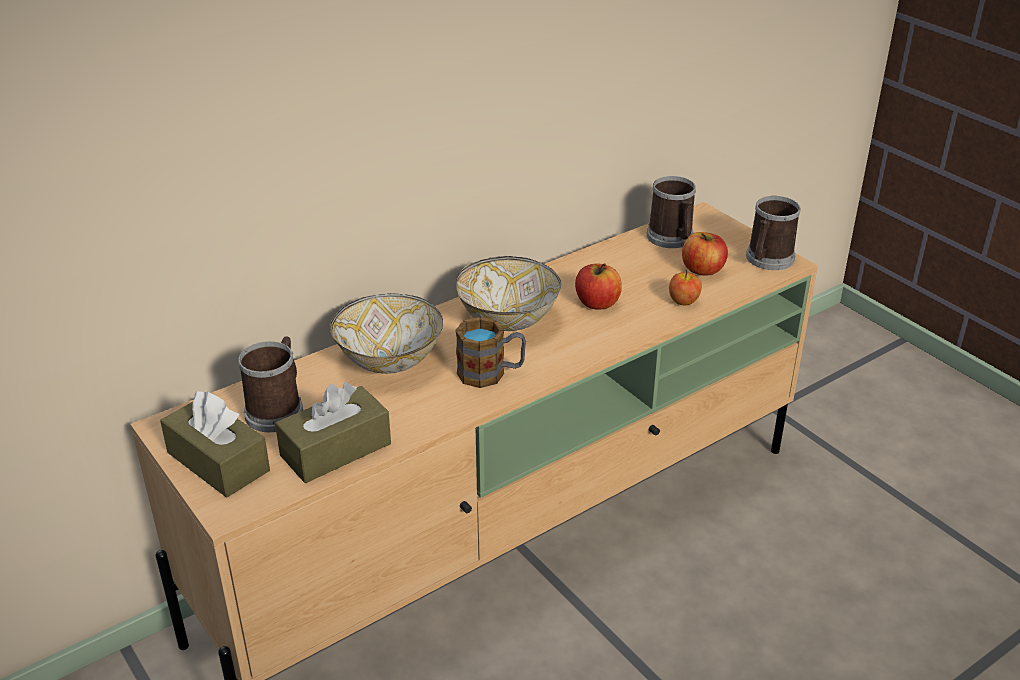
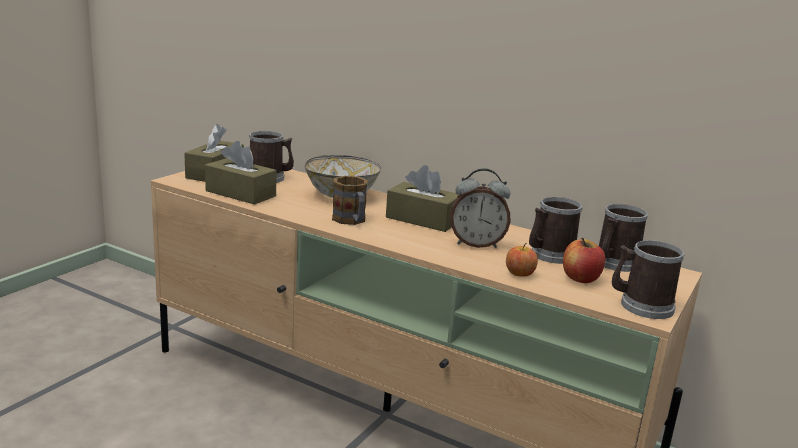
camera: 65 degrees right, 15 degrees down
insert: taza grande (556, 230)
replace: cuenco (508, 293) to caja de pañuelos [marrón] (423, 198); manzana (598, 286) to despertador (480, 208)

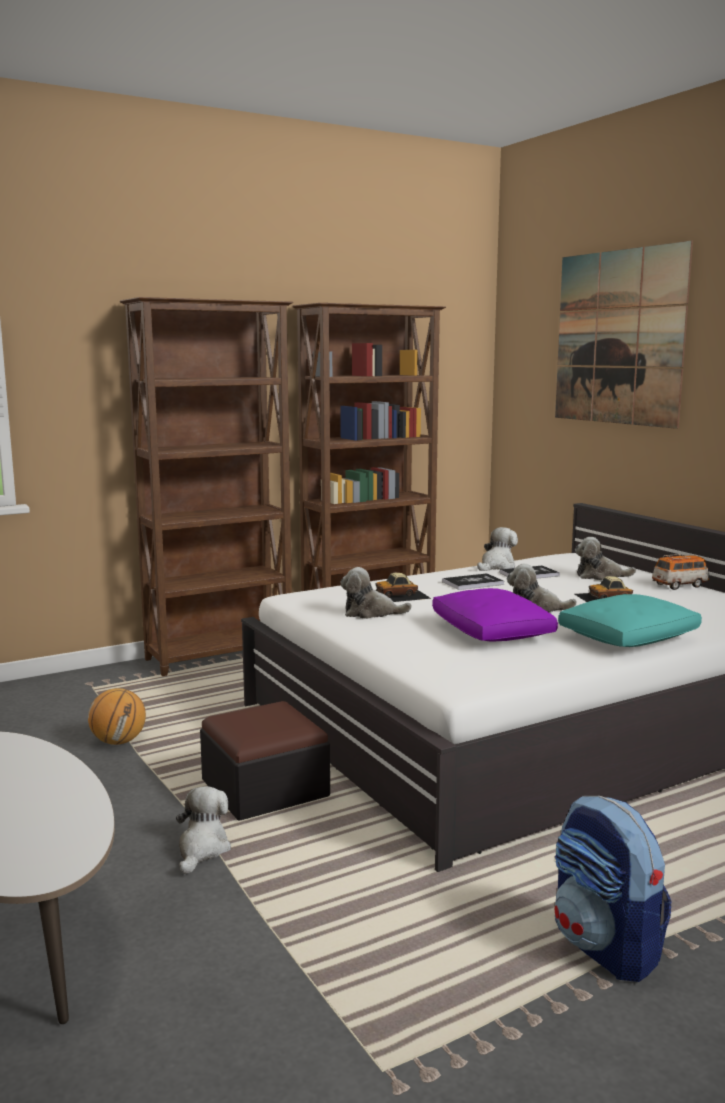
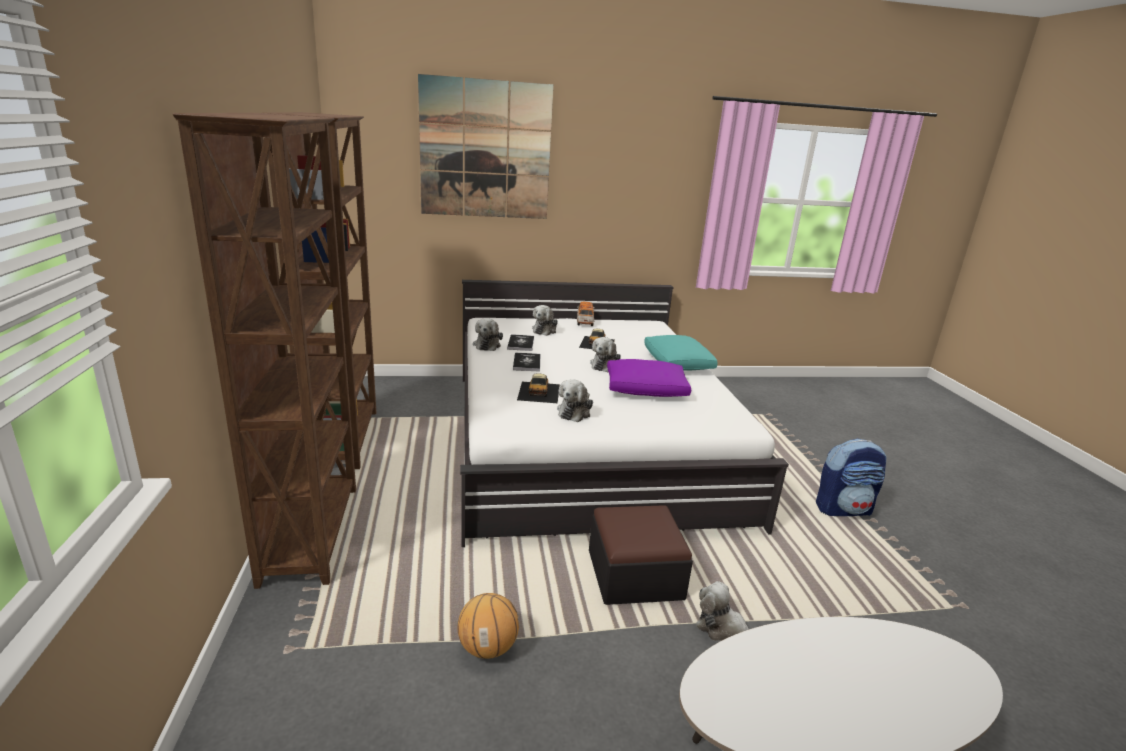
camera: 70 degrees left, 10 degrees up
rotate: peluche (497, 549) = (488, 334) 150 degrees counterclockwise

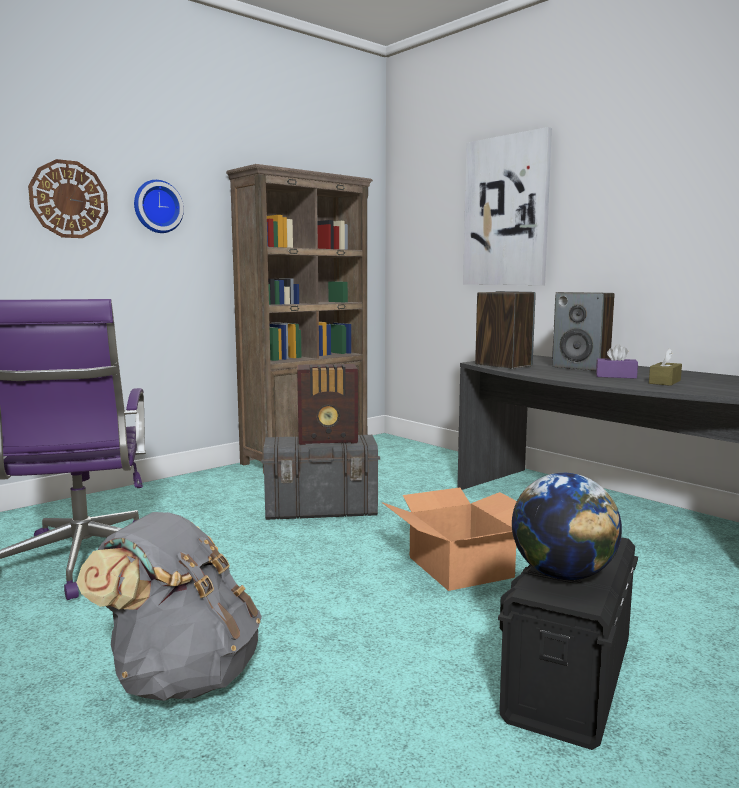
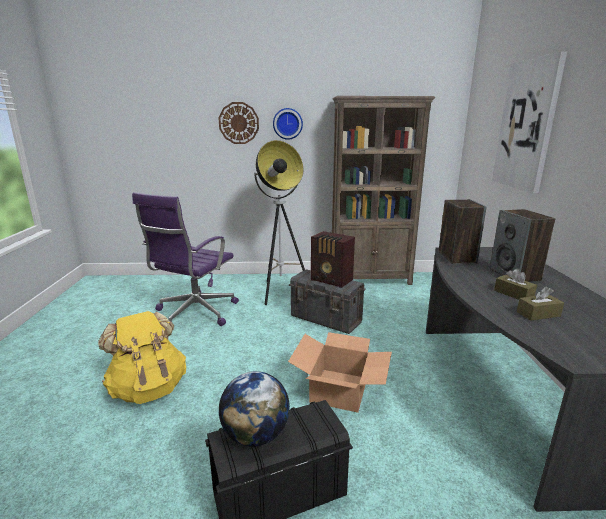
camera: 40 degrees right, 10 degrees up
insert: lámpara de pie (279, 222)
recolor: caja de pañuelos [morado] (617, 361) to caja de pañuelos [marrón] (515, 284); mochila [gris] (169, 606) to mochila [amarillo] (142, 357)

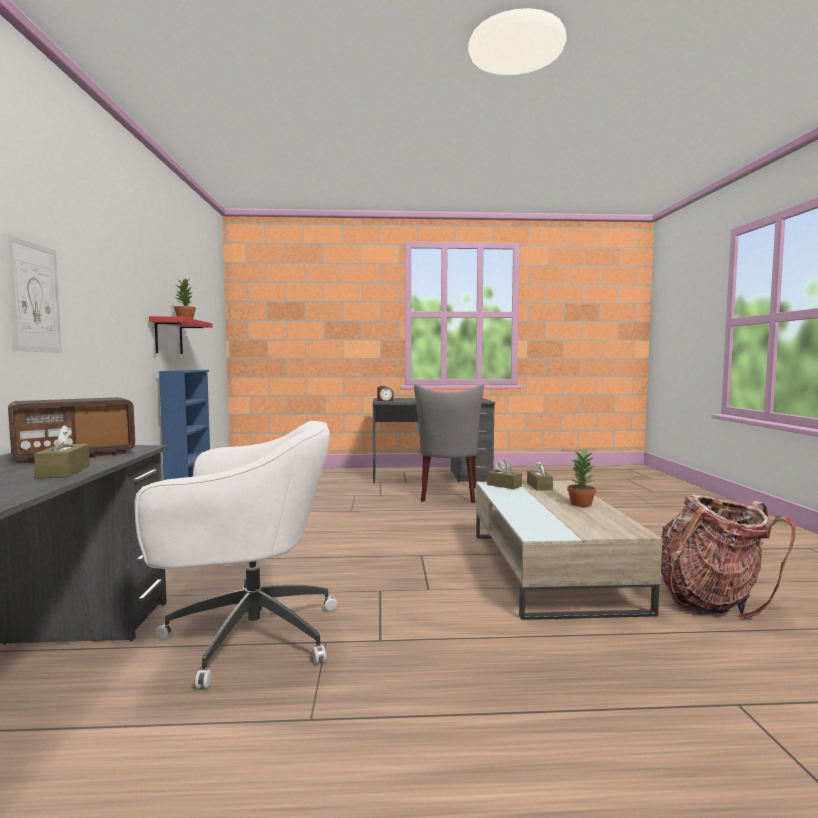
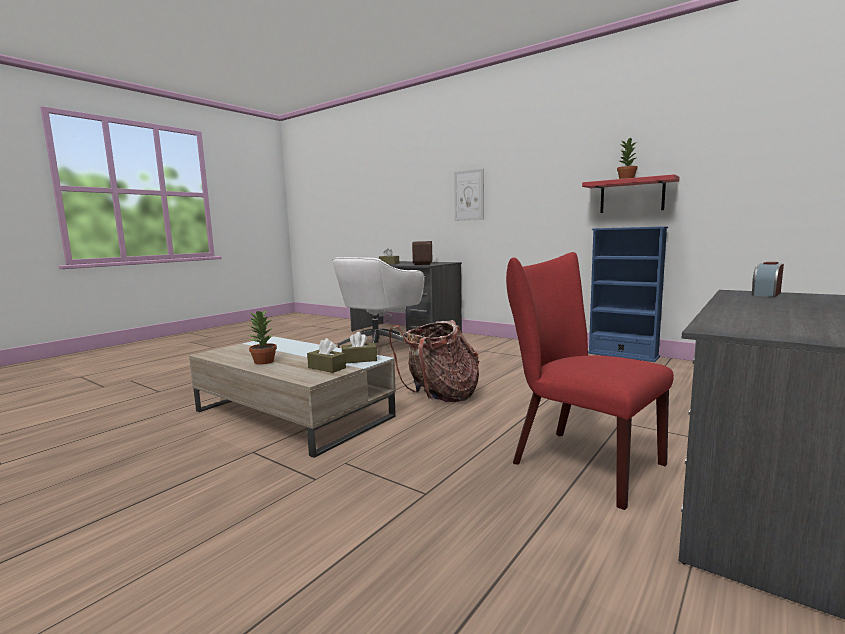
camera: 130 degrees right, 5 degrees up
move: mochila (728, 556) to (434, 361)
recolor: silla [gris] (449, 443) to silla [rojo] (590, 381)

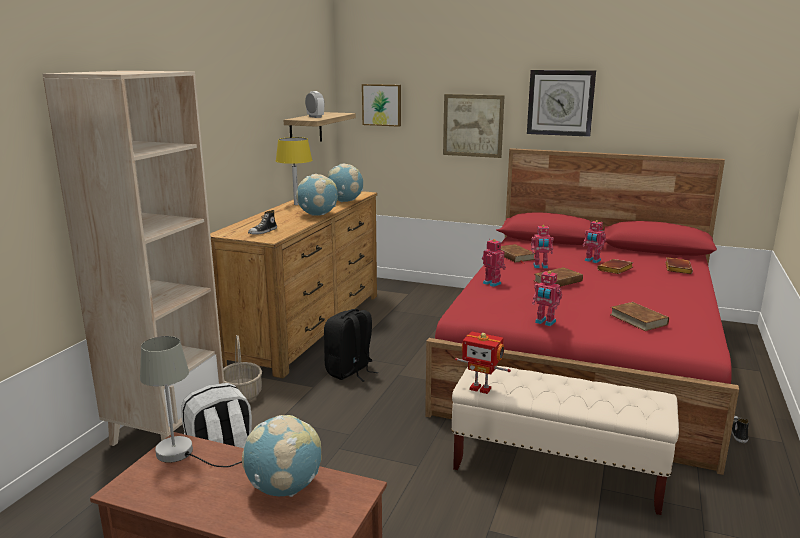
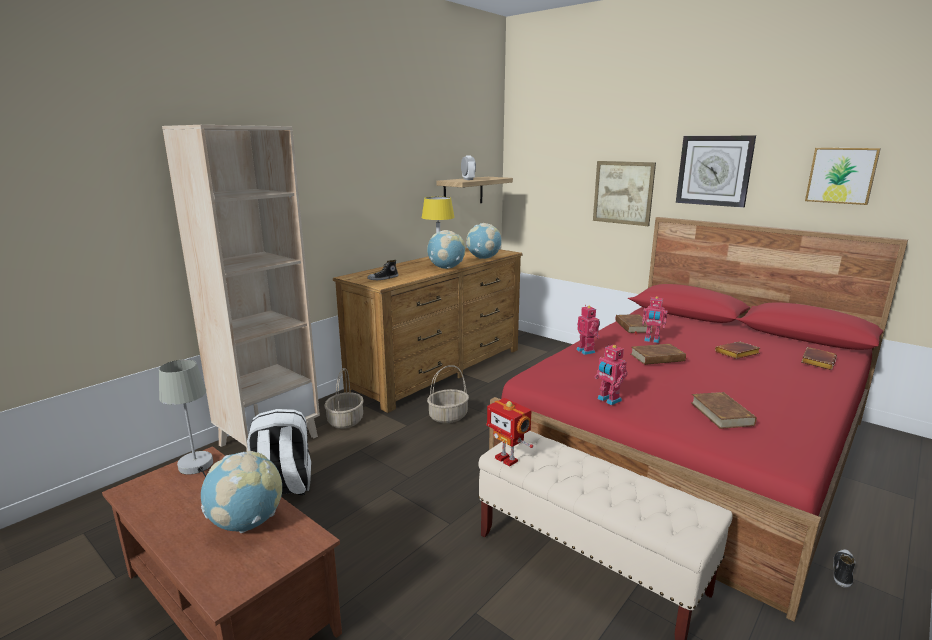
camera: 20 degrees right, 0 degrees up
delete: robot de juguete (594, 241)
move: cuadro (381, 105) to (843, 176)
replace: mochila [negro] (351, 345) to cesta (448, 394)

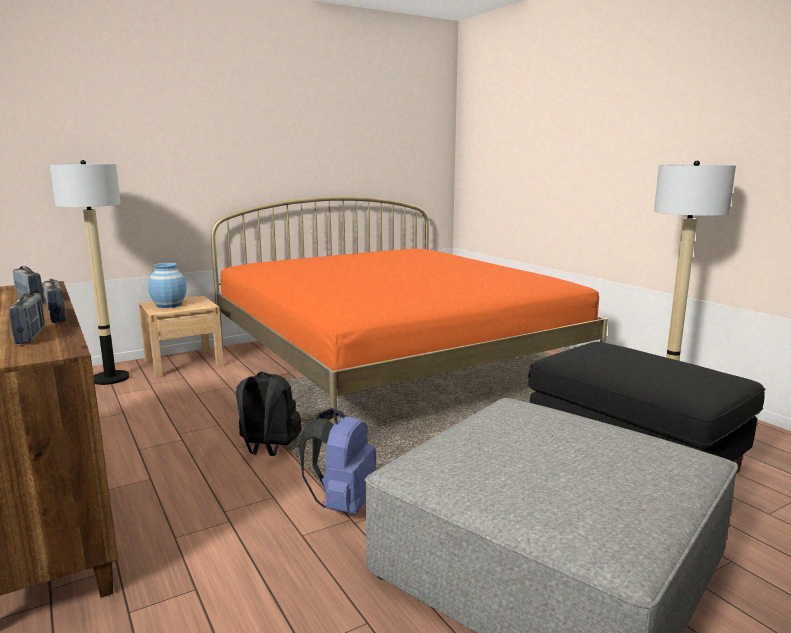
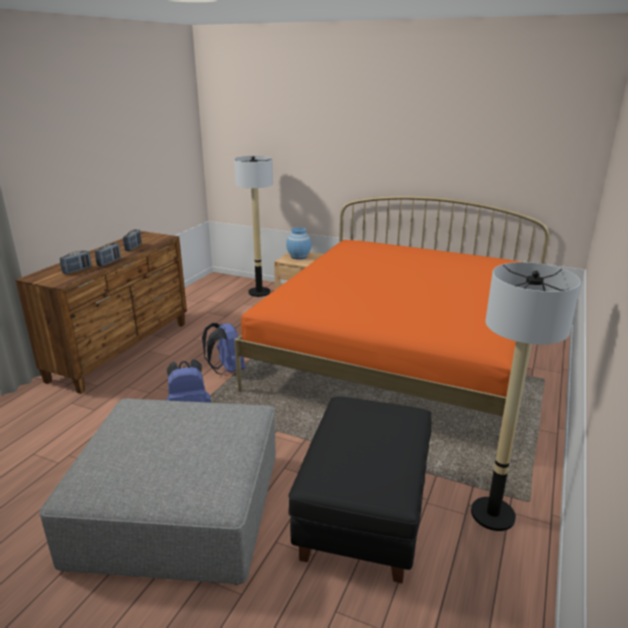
camera: 55 degrees right, 10 degrees up
recolor: mochila [negro] (269, 414) to mochila [azul] (223, 349)

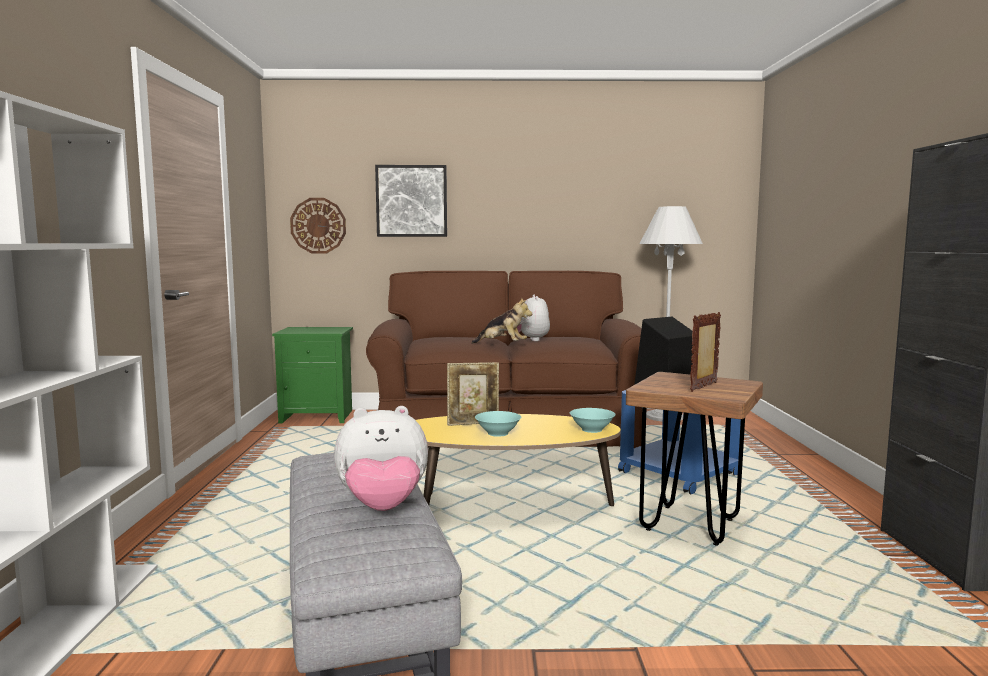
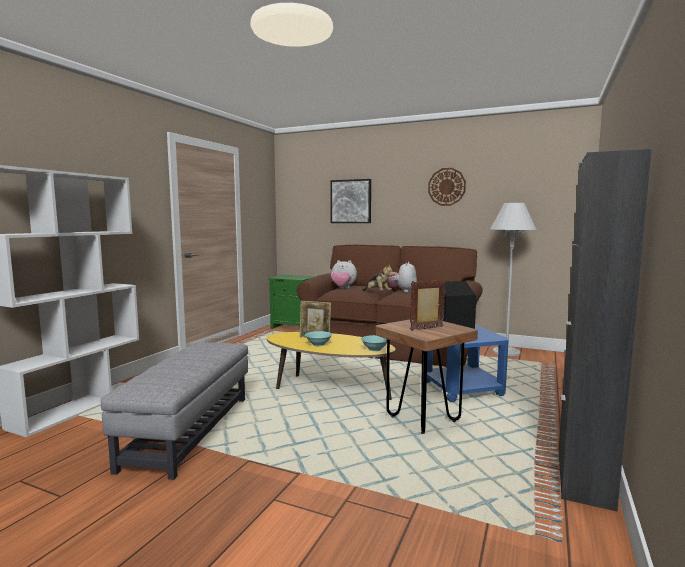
camera: 25 degrees right, 0 degrees up
move: reloj de pared (318, 226) to (447, 187); peluche (381, 458) to (344, 274)

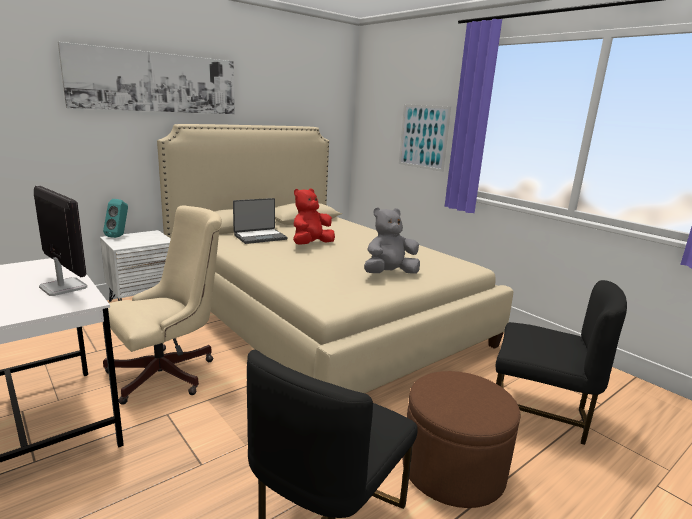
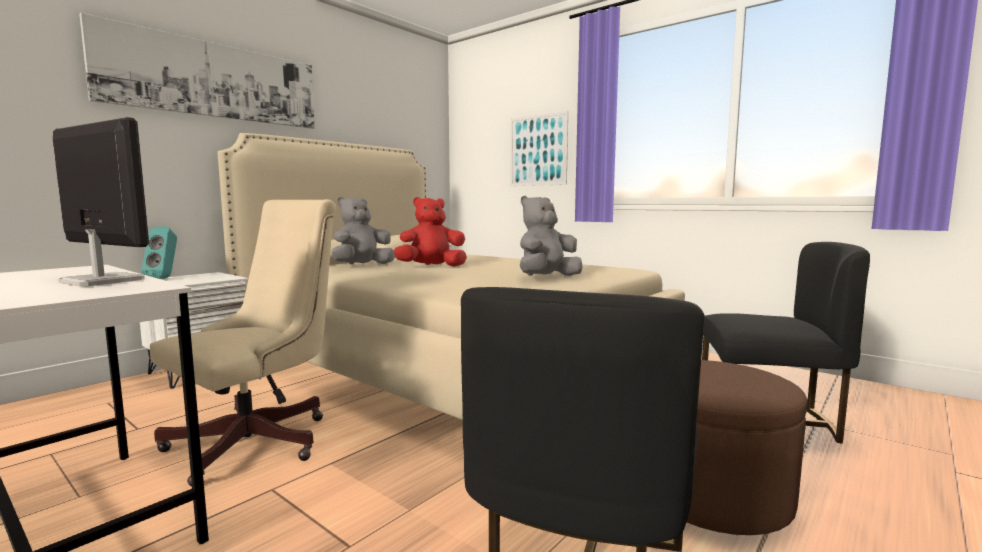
camera: 10 degrees left, 10 degrees down
replace: portátil (260, 221) to peluche [gris] (363, 230)
rotate: peluche [rojo] (314, 217) = (430, 232) 45 degrees clockwise

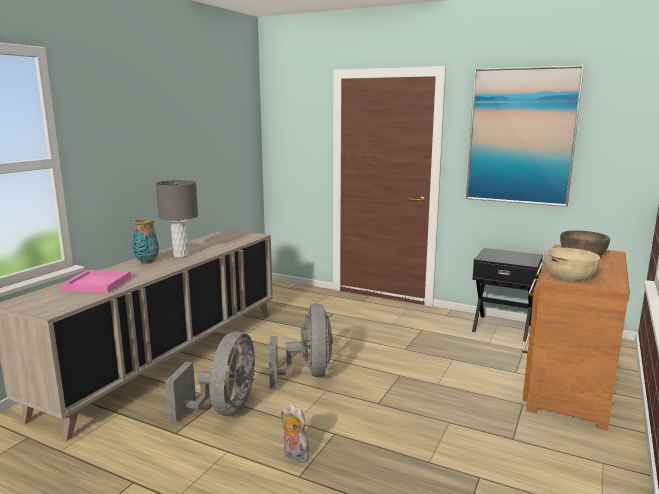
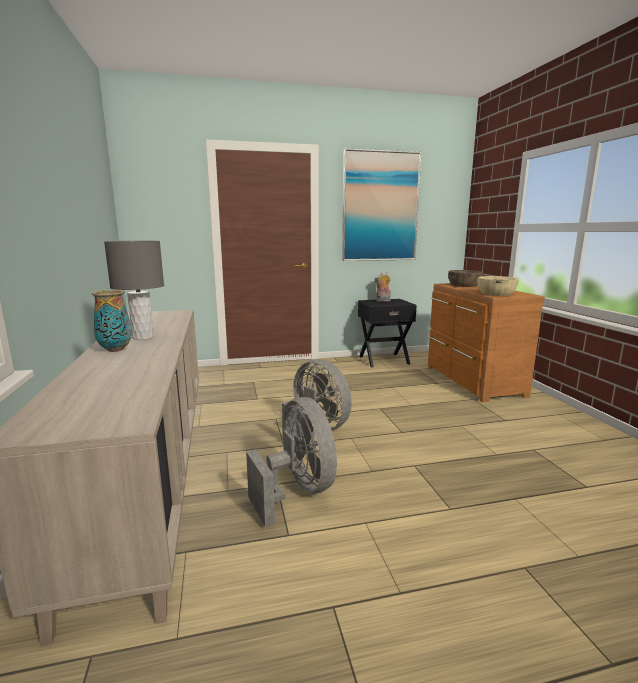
camera: 40 degrees left, 0 degrees up
delete: bandeja [rosa] (96, 281)
move: peluche (297, 434) to (382, 286)

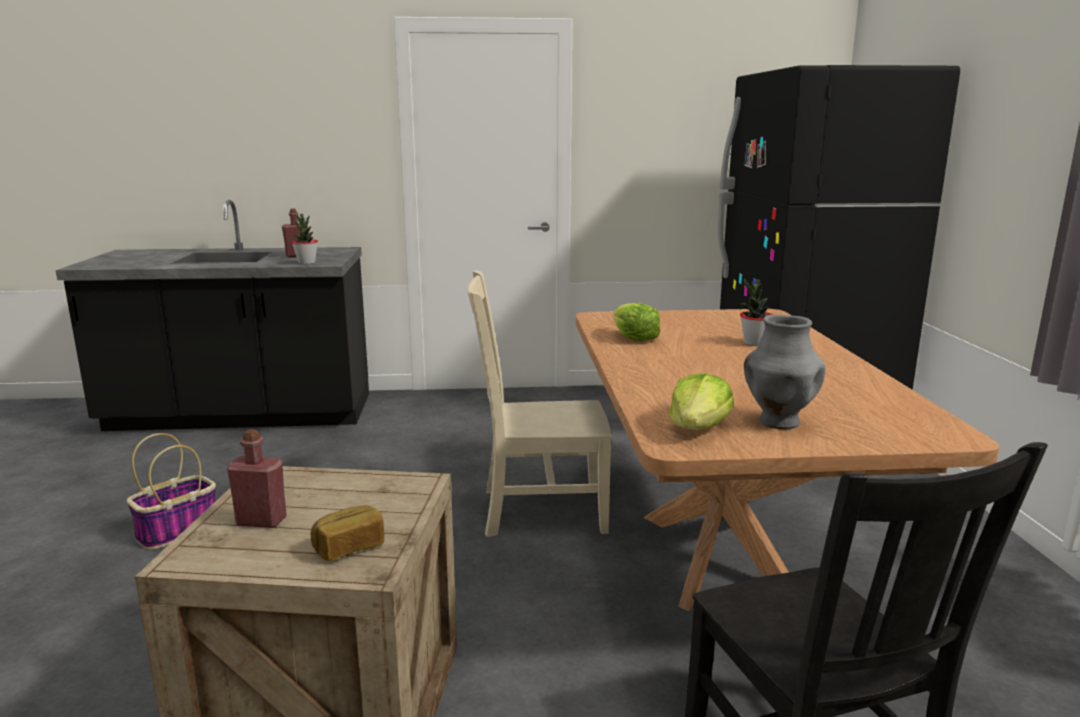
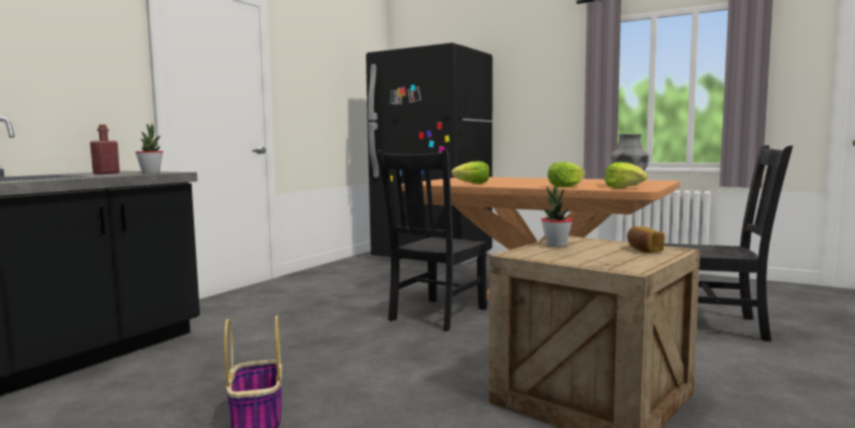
camera: 55 degrees left, 10 degrees down
delete: botella [rojo] (257, 478)
insert: lechuga (566, 174)
move: planta en maceta (756, 312) to (557, 216)
recolor: silla [beis] (539, 403) to silla [negro] (432, 240)

